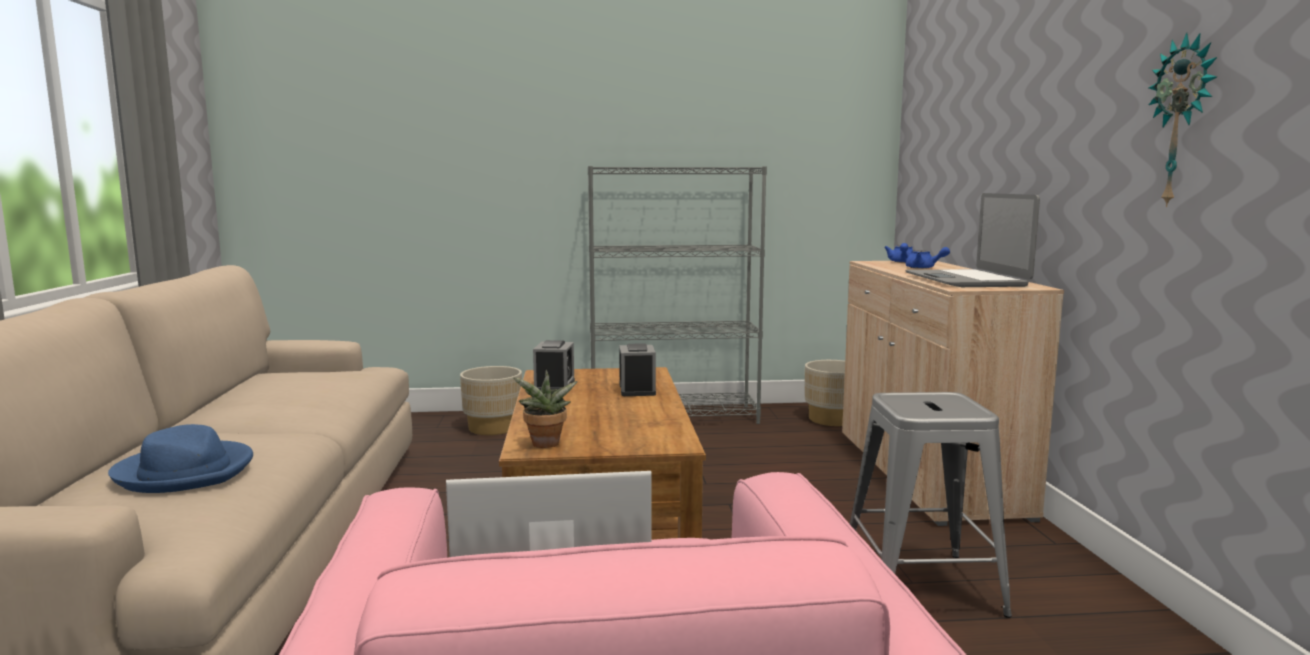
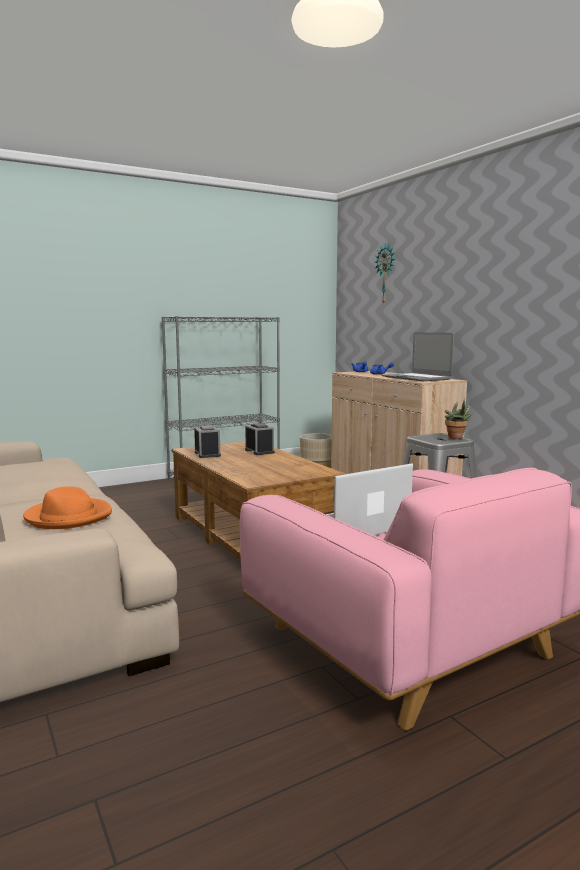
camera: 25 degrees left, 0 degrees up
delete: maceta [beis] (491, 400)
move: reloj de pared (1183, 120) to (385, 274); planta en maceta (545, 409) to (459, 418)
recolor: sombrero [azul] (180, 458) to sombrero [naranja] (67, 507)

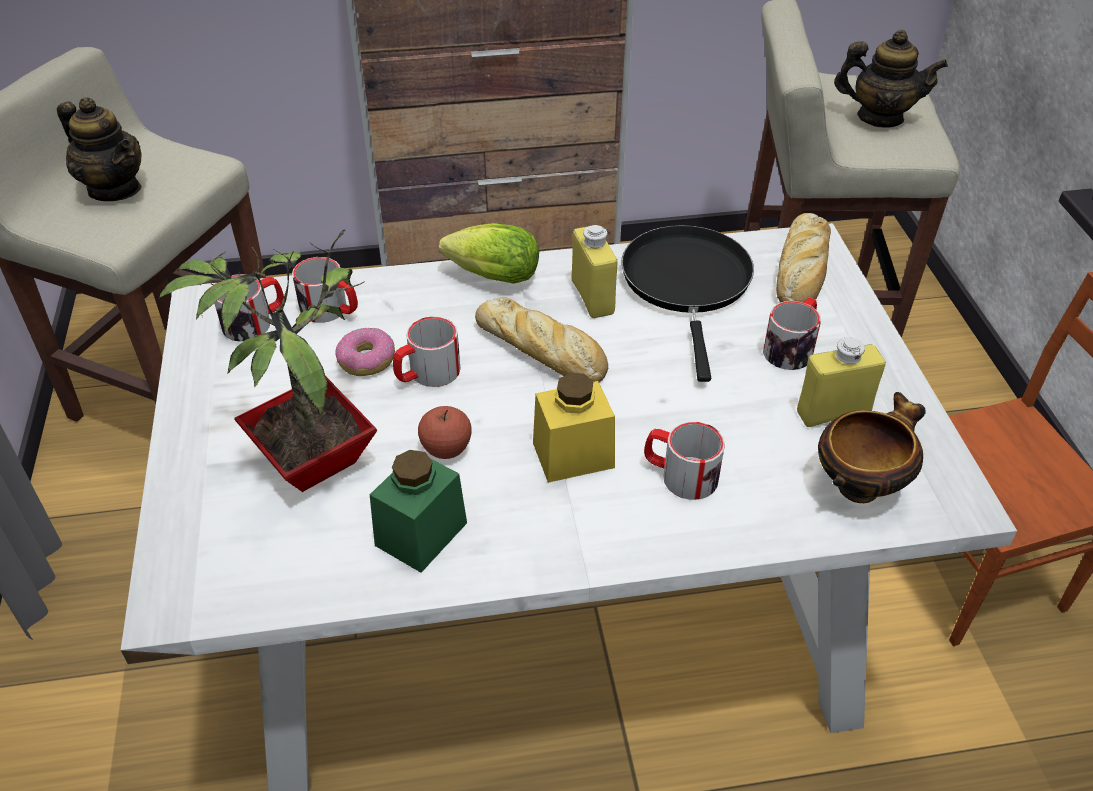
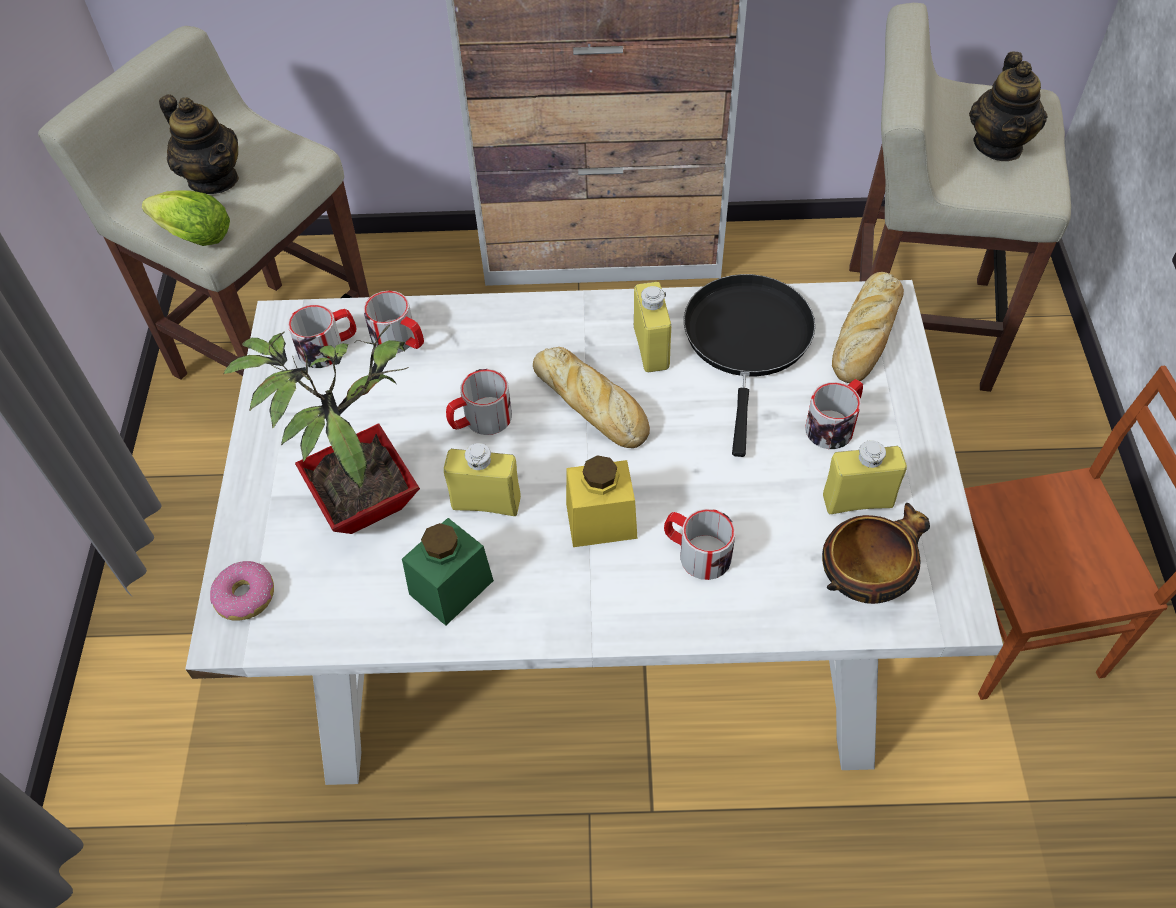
camera: 10 degrees right, 10 degrees up
move: lechuga (489, 253) to (186, 218); rosquilla (365, 352) to (242, 591)
replace: manzana (445, 432) to botella [amarillo] (482, 479)
rotate: tetera (891, 79) = (1008, 106) 75 degrees clockwise

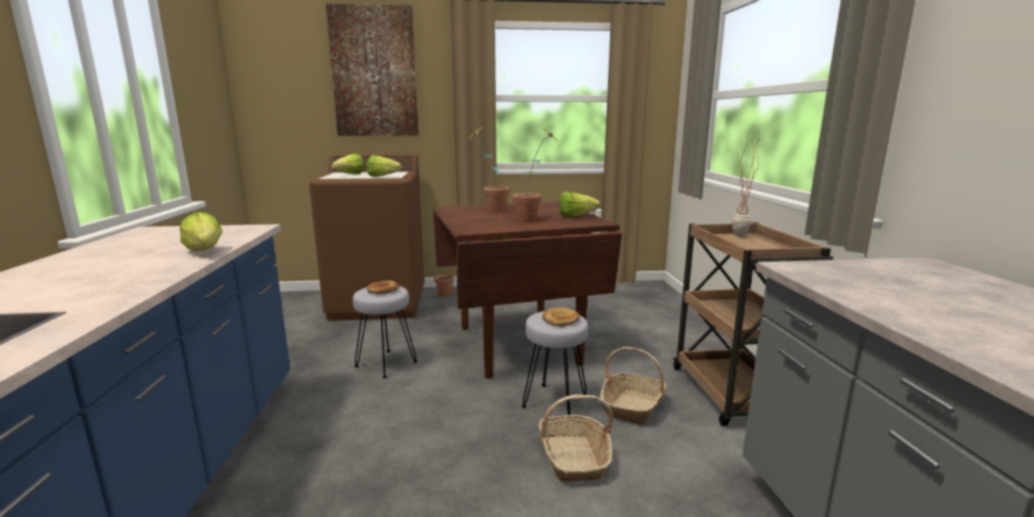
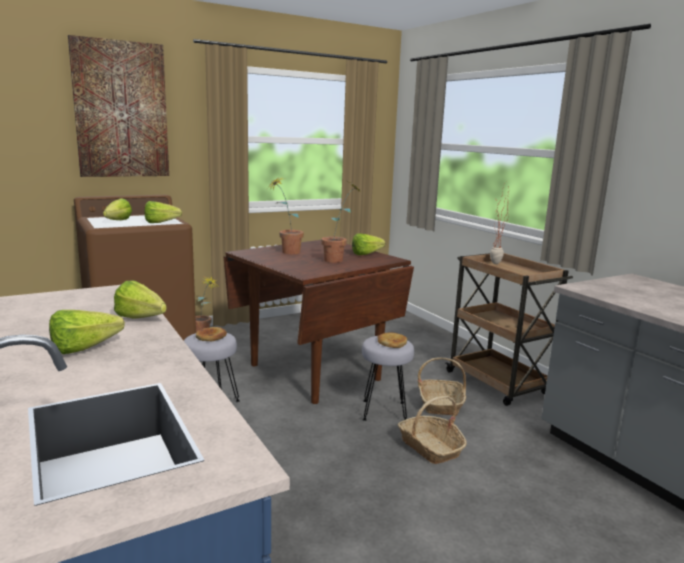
camera: 25 degrees left, 0 degrees up
insert: lechuga (87, 332)

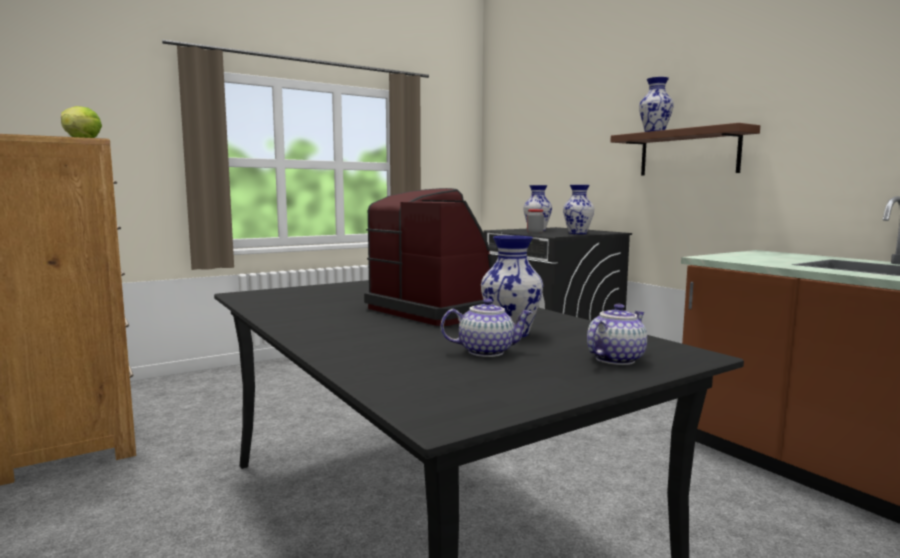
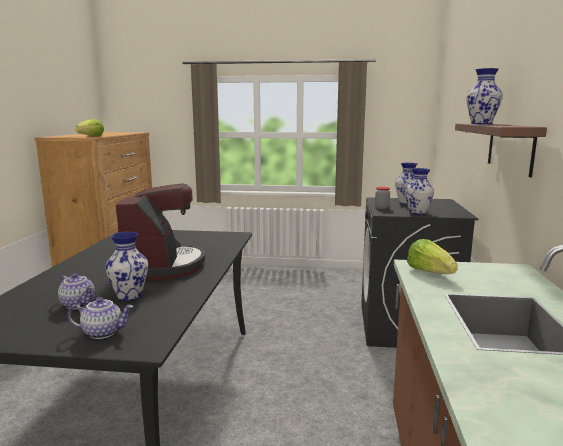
camera: 40 degrees right, 5 degrees up
insert: lechuga (432, 256)

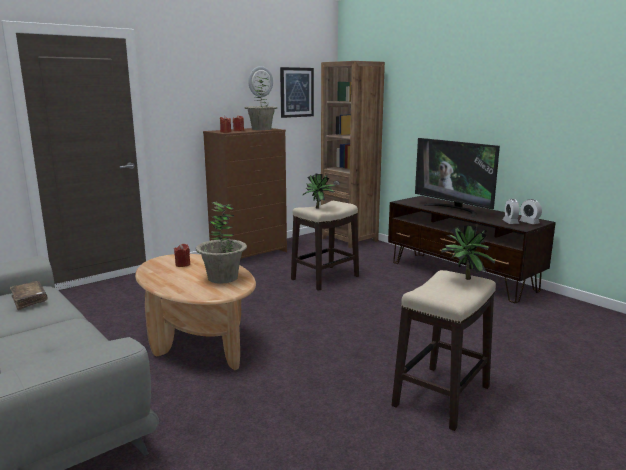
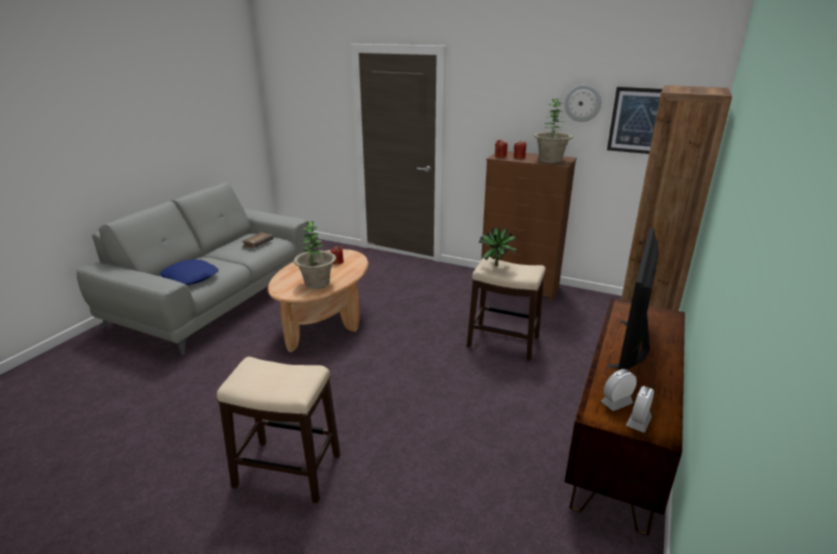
camera: 65 degrees right, 10 degrees up
delete: planta en maceta (468, 252)
insert: cojín [azul] (189, 272)

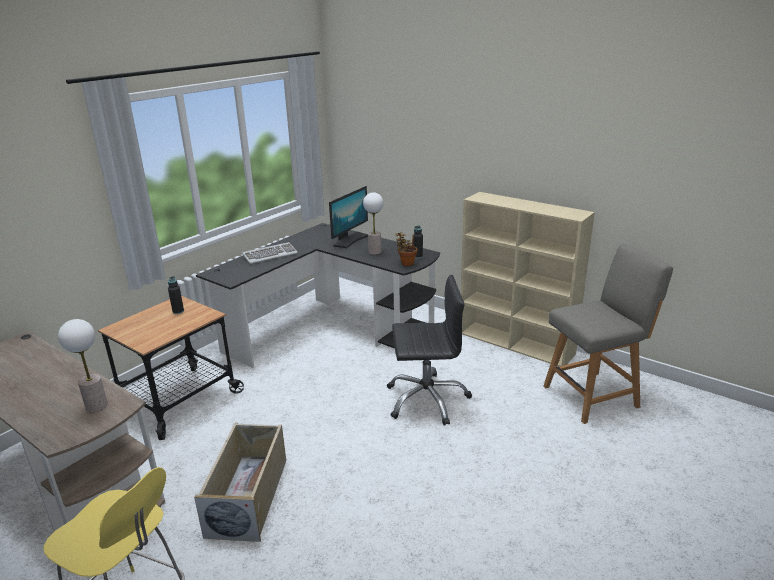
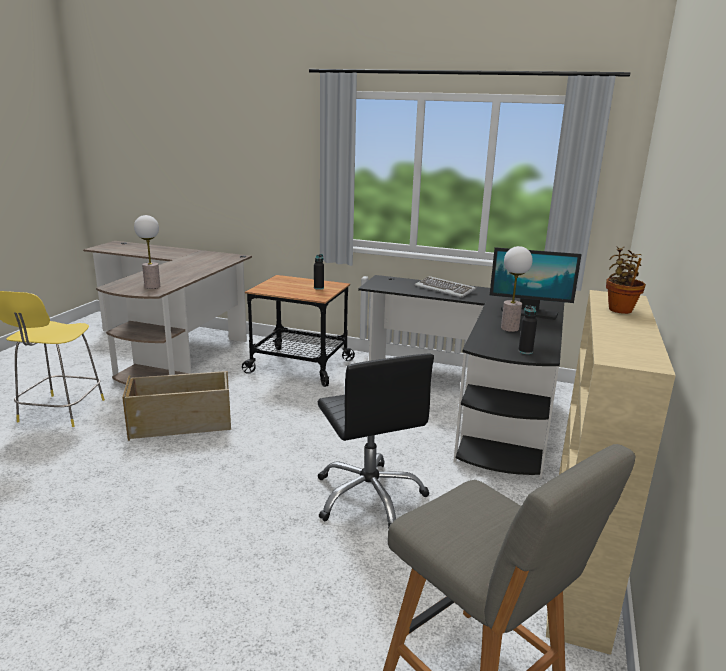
camera: 70 degrees right, 5 degrees down
move: planta en maceta (406, 249) to (626, 280)

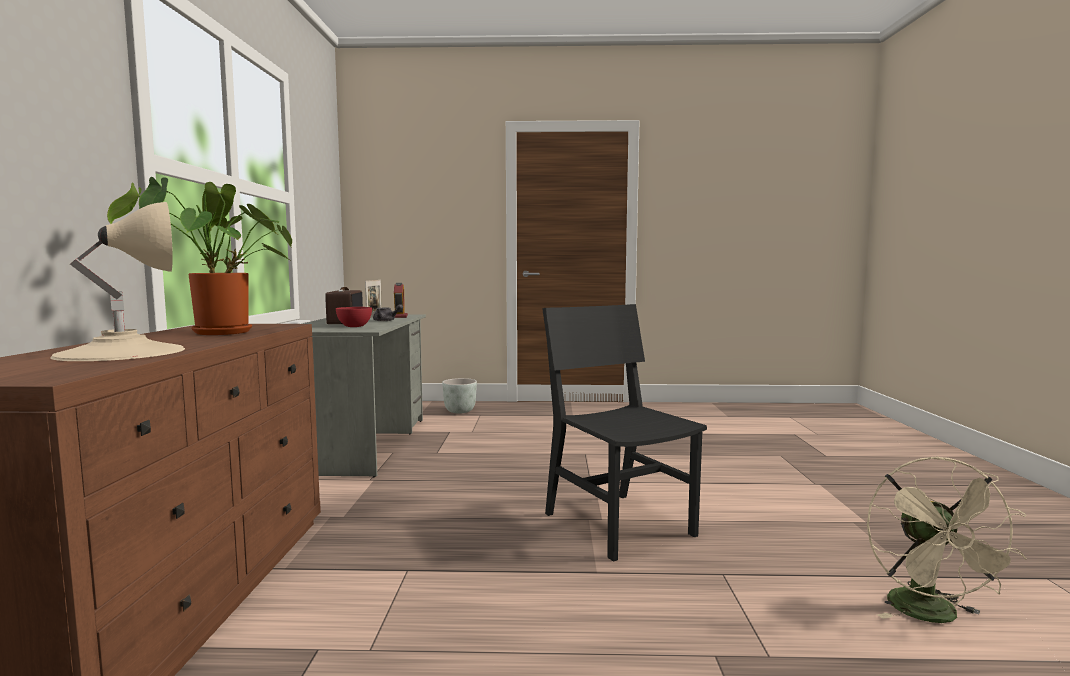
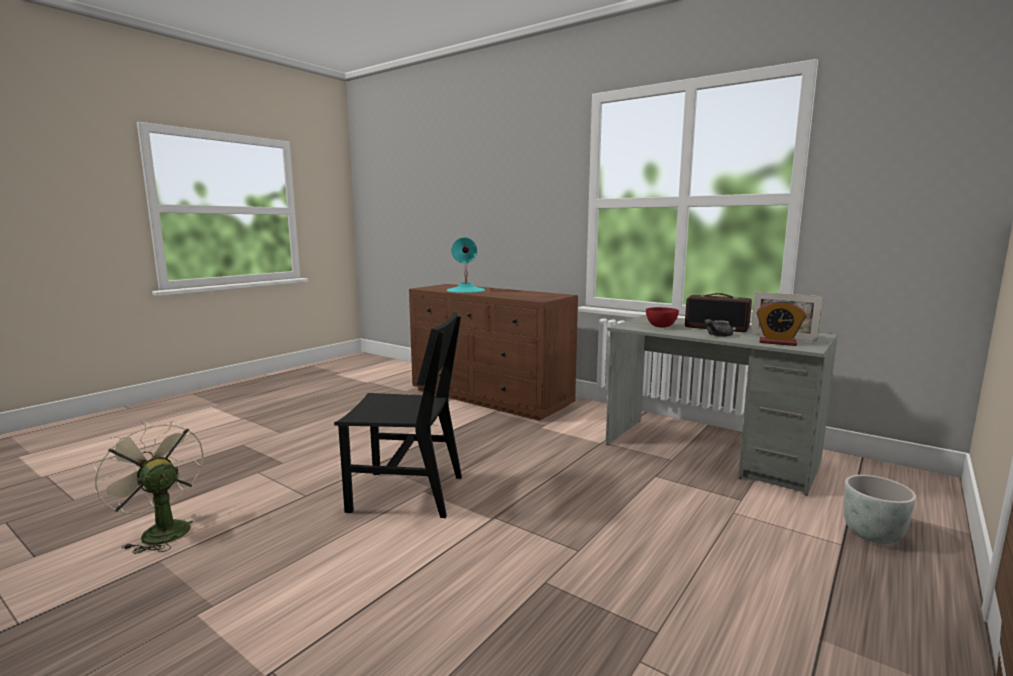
camera: 125 degrees right, 5 degrees up
delete: planta en maceta (199, 256)
recolor: lámpara de mesa [beis] (117, 281) to lámpara de mesa [turquesa] (466, 265)

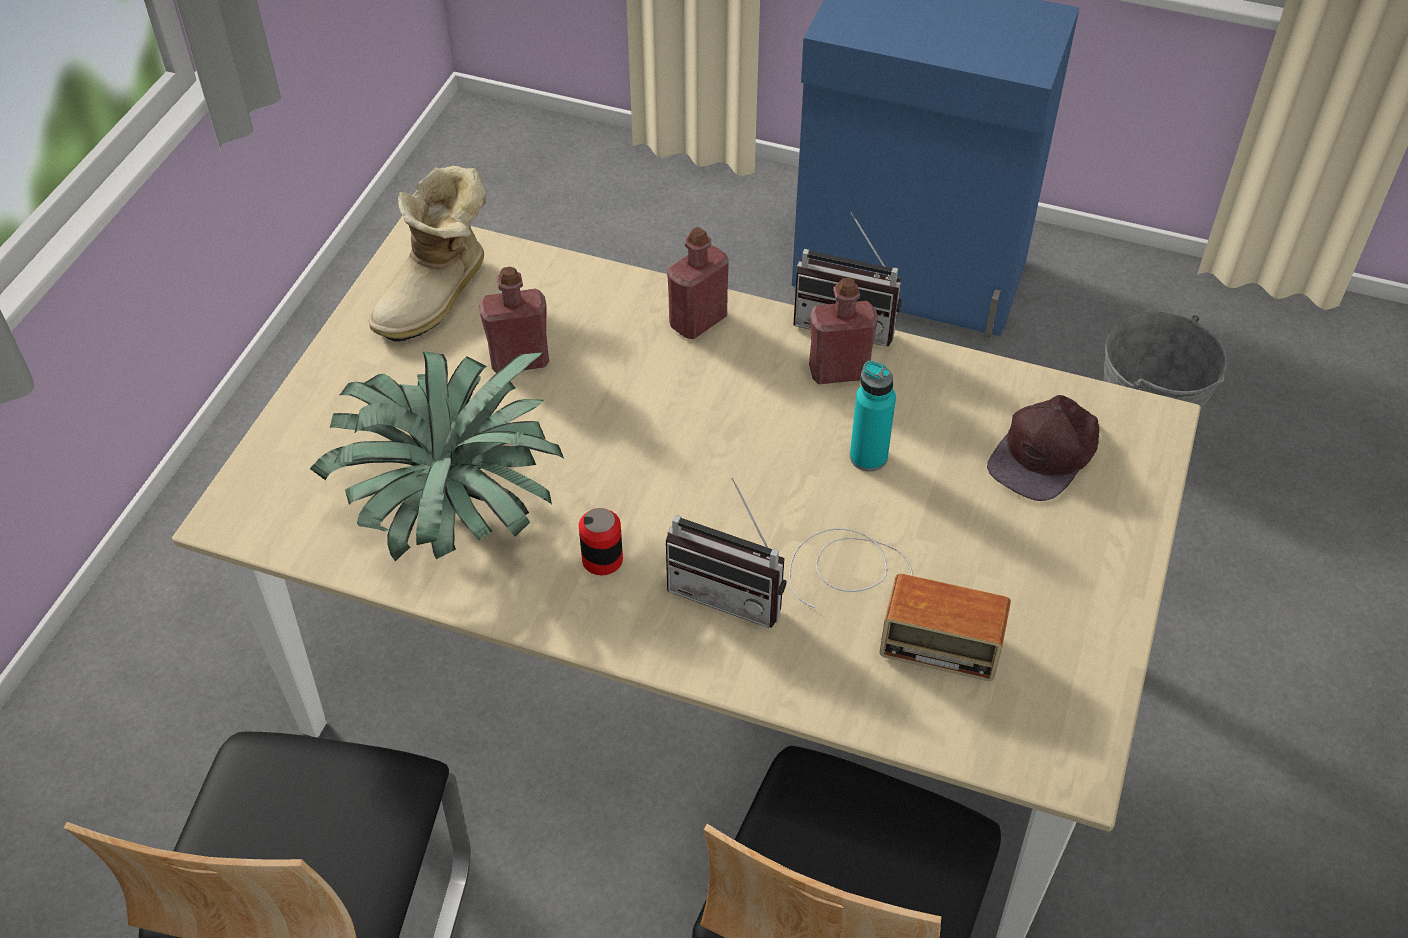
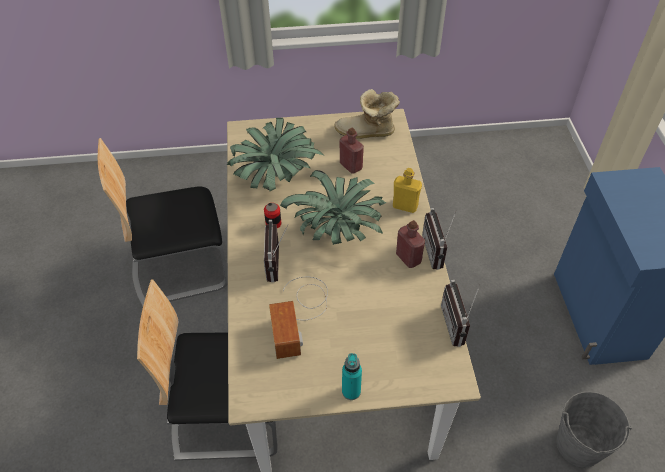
camera: 65 degrees right, 0 degrees up
delete: gorra [marrón] (1043, 448)
insert: planta en maceta (333, 207); radio (460, 313)
move: botella [turquesa] (873, 416) to (352, 376)
recolor: botella [rojo] (698, 283) to botella [amarillo] (407, 190)

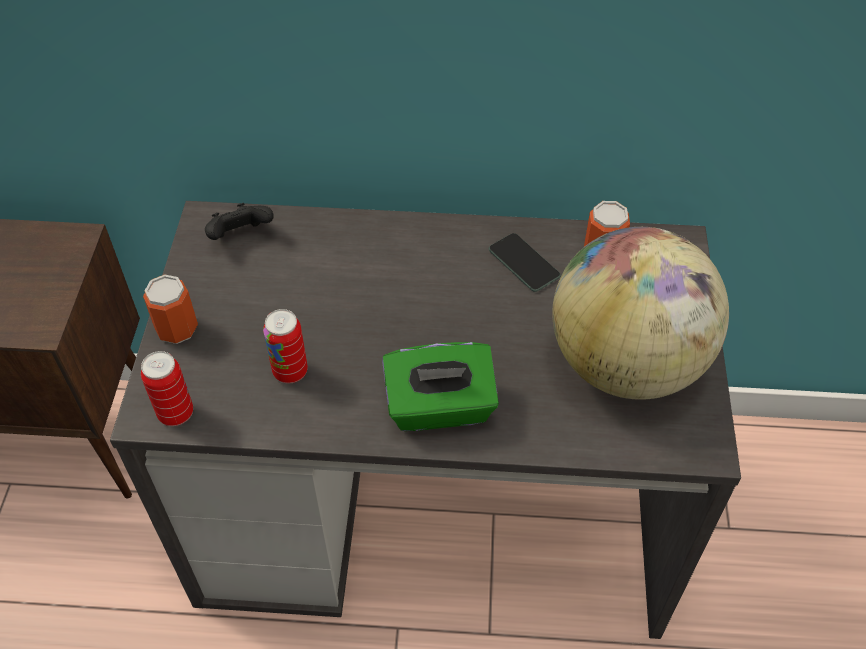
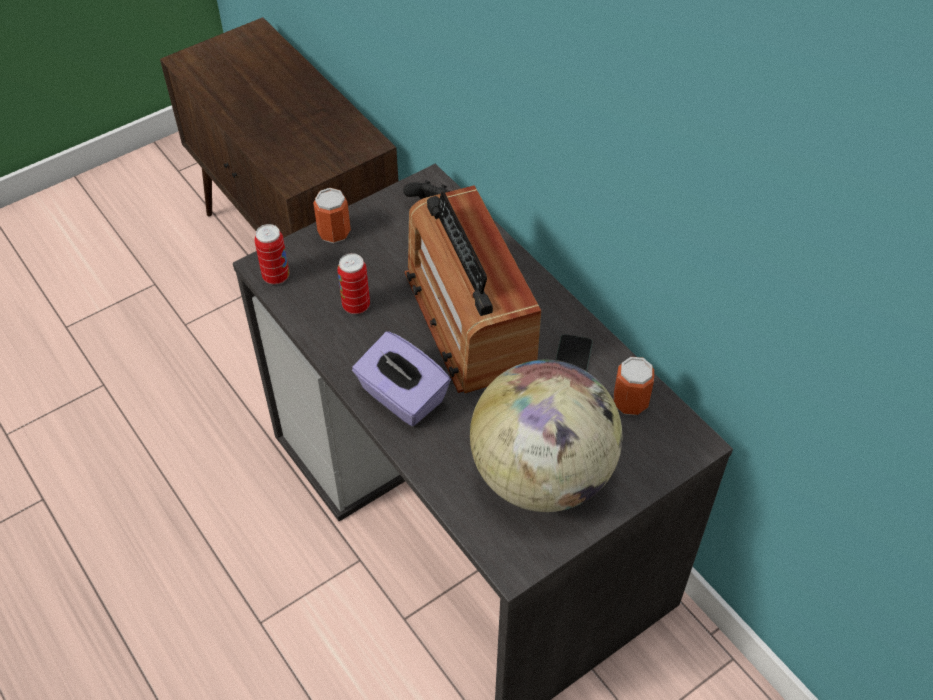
camera: 50 degrees right, 0 degrees up
insert: radio (473, 289)
recolor: caja de pañuelos [verde] (440, 386) to caja de pañuelos [morado] (401, 378)

